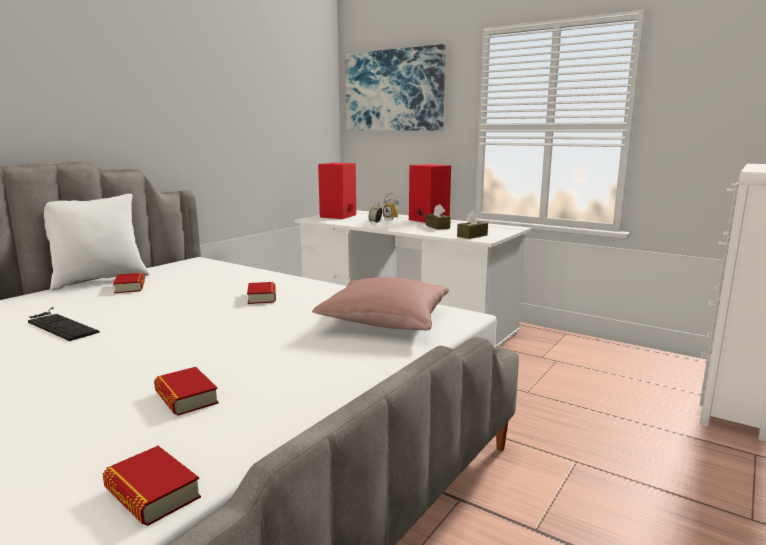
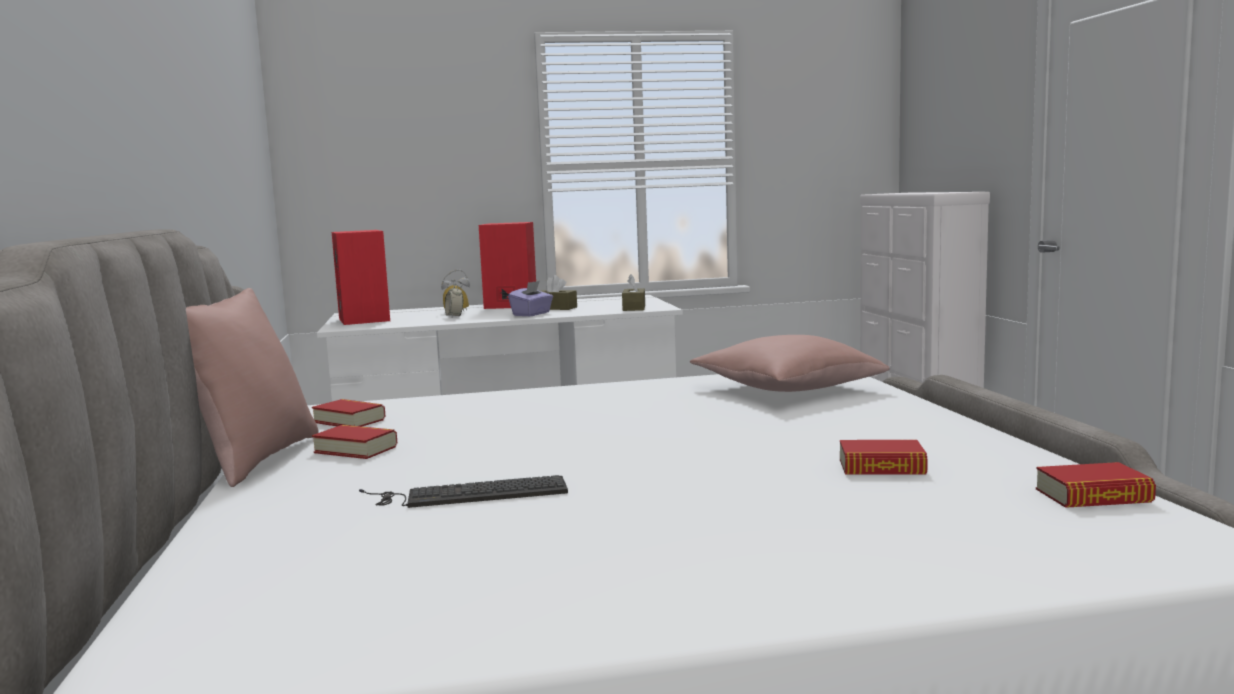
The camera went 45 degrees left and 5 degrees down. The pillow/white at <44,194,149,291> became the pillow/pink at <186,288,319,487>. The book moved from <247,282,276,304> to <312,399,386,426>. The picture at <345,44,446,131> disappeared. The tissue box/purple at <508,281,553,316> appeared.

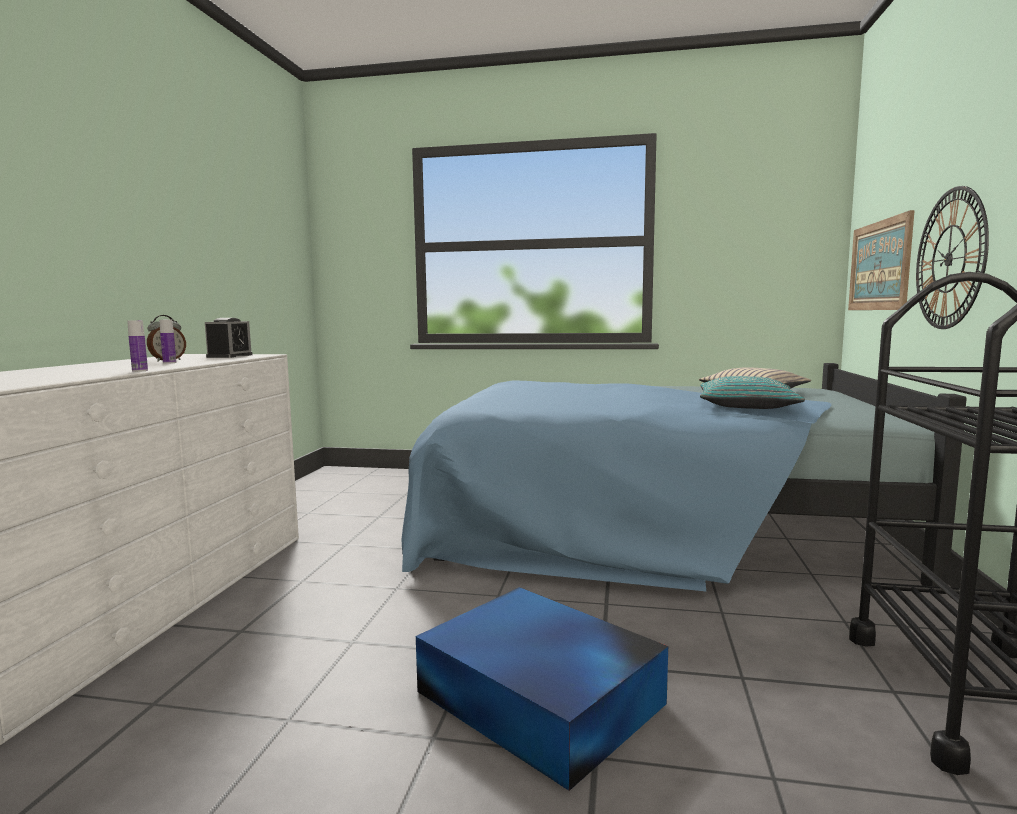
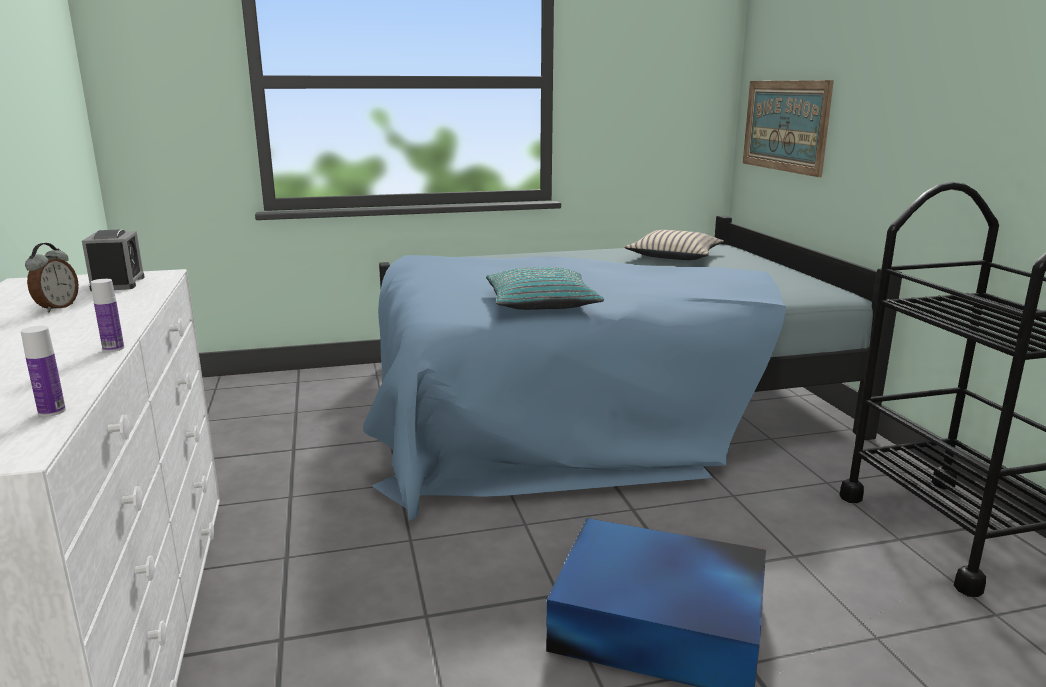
The camera went 25 degrees left and 10 degrees up. The bottle moved from <159,320,176,364> to <21,326,66,417>. The pillow/turquoise moved from <700,376,805,409> to <486,267,604,310>. The wall clock at <916,186,989,329> disappeared.

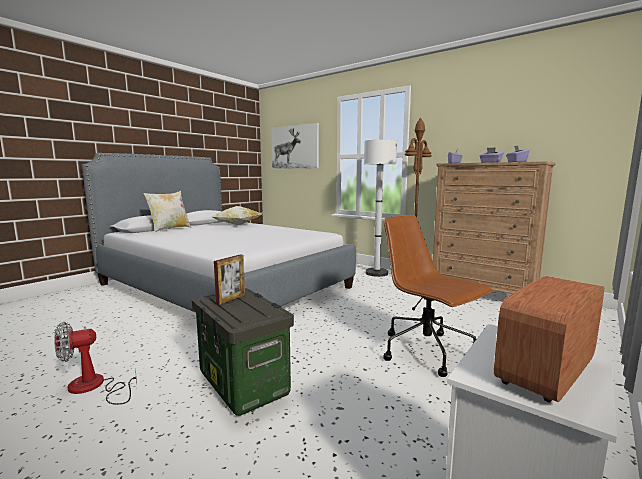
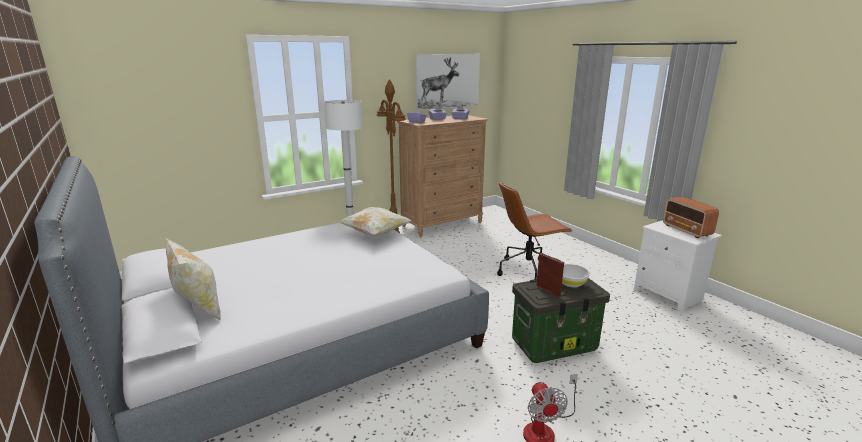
The camera went 70 degrees left and 10 degrees up. The pillow moved from <212,206,262,225> to <339,207,412,236>. The picture moved from <271,123,319,169> to <415,54,480,109>. The bowl/white at <562,264,590,287> appeared.

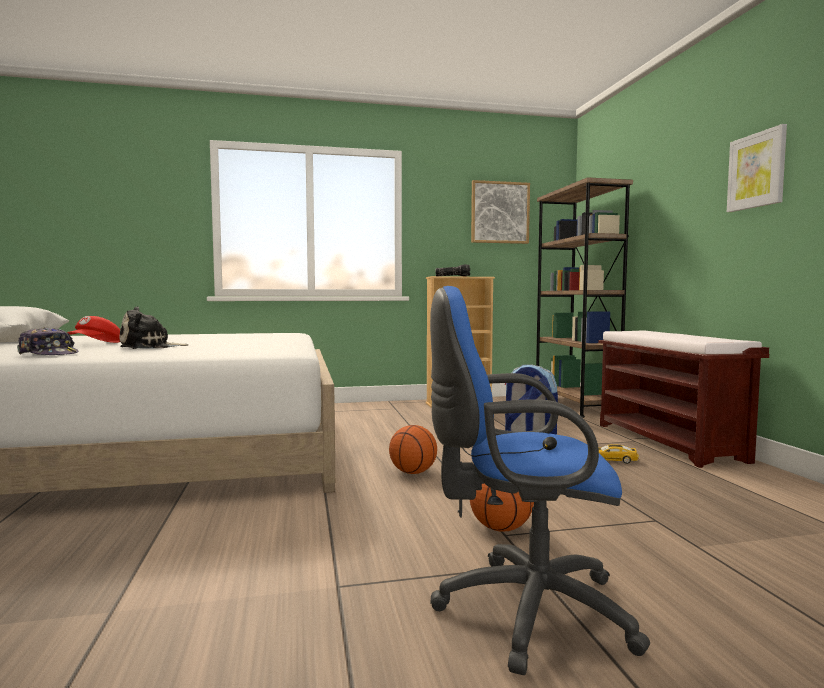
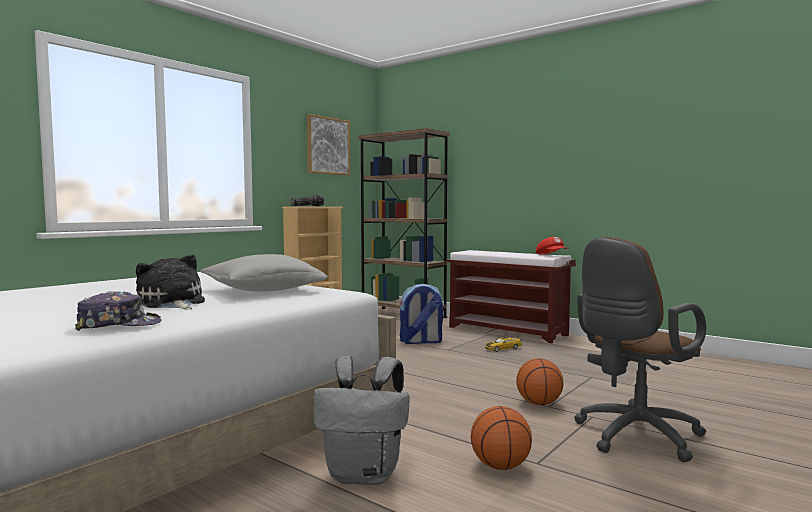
The camera went 40 degrees left and 0 degrees up. The cap/red moved from <67,316,120,343> to <536,237,567,255>. The plush toy at <120,307,188,349> turned 120 degrees clockwise. The basketball moved from <389,425,437,474> to <471,406,532,470>. The office chair/blue at <430,286,650,675> became the office chair/brown at <574,237,706,462>. The picture at <727,124,787,212> disappeared. The pillow/grey at <200,254,328,292> appeared. The backpack/grey at <313,356,410,485> appeared.

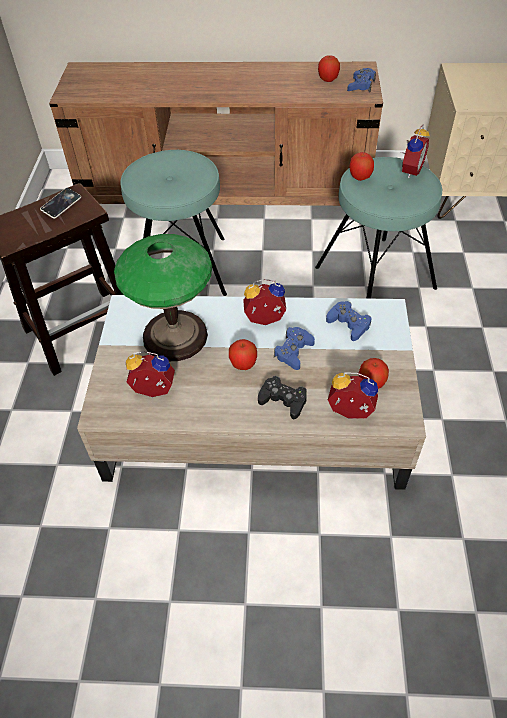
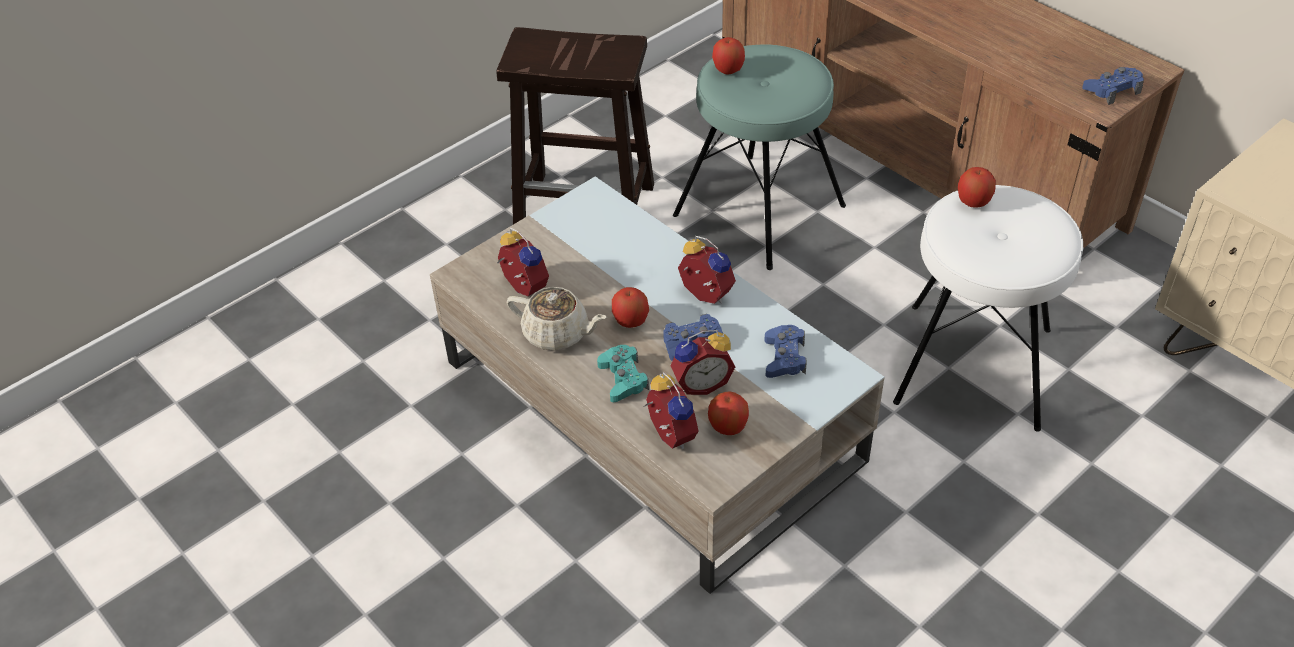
The camera went 45 degrees right and 5 degrees down. The phone at <40,188,81,219> disappeared. The table lamp at <114,234,212,361> disappeared. The game controller/black at <258,376,307,419> became the game controller/turquoise at <597,345,649,402>. The stool/turquoise at <315,157,442,299> became the stool/white at <893,185,1083,432>. The apple moved from <318,55,340,82> to <712,37,745,75>. The alarm clock moved from <400,124,430,178> to <670,330,735,395>. The teapot/beige at <507,287,607,351> appeared.

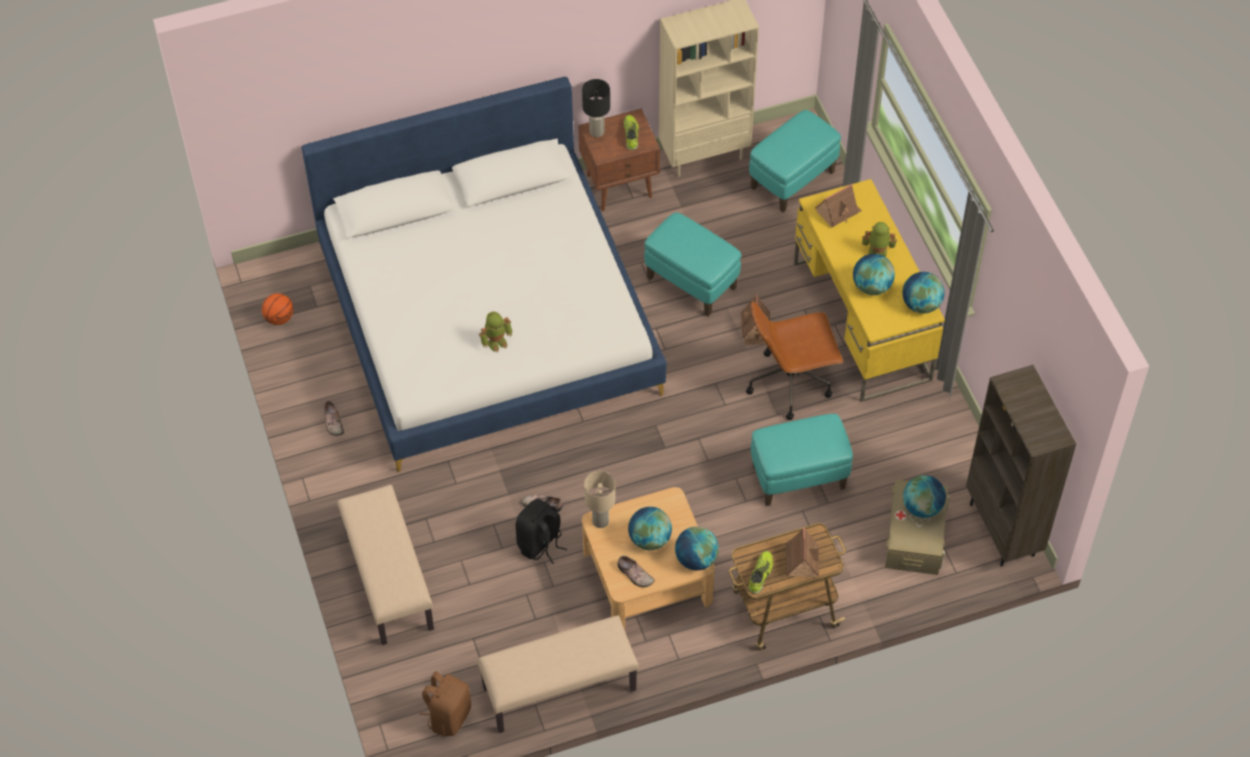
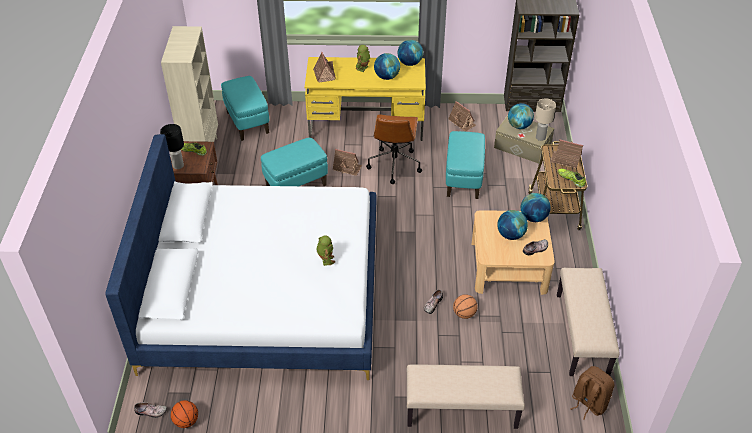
The camera went 70 degrees left and 10 degrees down. The shoe moved from <324,401,344,436> to <134,402,167,418>. The backpack/black at <516,499,567,564> was replaced by the basketball at <453,294,478,319>. The table lamp/beige moved from <584,471,616,528> to <535,98,556,141>. The toy house at <448,101,476,132> appeared.

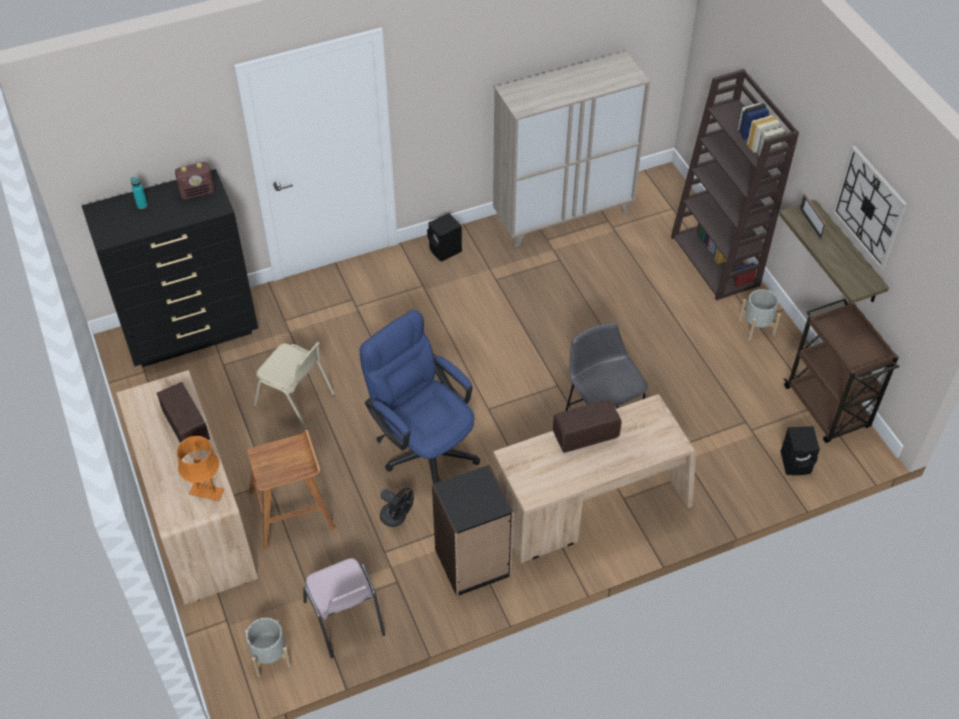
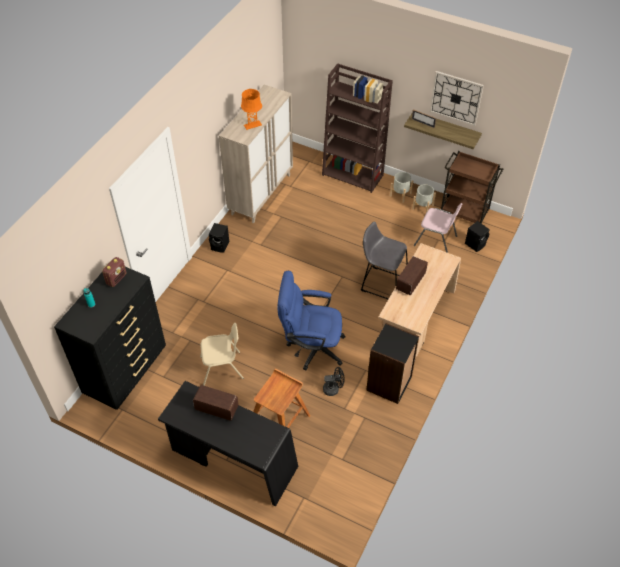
The camera went 40 degrees left and 0 degrees up. The desk/beige at <116,370,258,605> became the desk/black at <158,381,298,507>. The table lamp/orange moved from <177,436,224,501> to <241,89,262,130>. The planter/grey moved from <245,618,291,677> to <412,184,436,213>. The chair/pink moved from <303,558,385,658> to <414,203,463,253>.

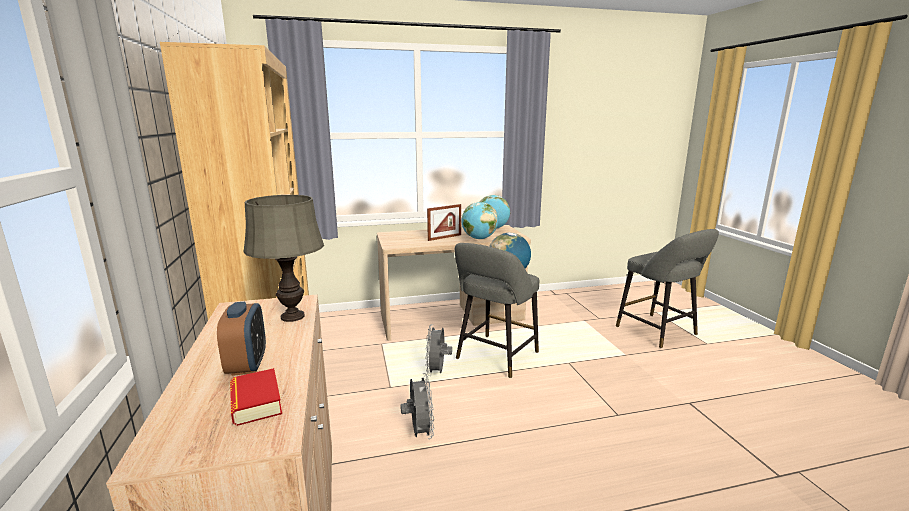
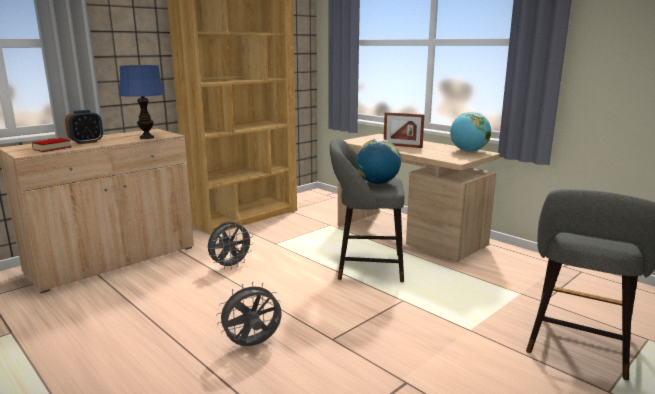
The camera went 60 degrees right and 0 degrees up. The table lamp/grey at <243,195,324,322> became the table lamp/blue at <119,65,165,139>. The fan/grey moved from <425,324,452,376> to <216,282,281,346>. The globe at <461,202,498,239> disappeared.

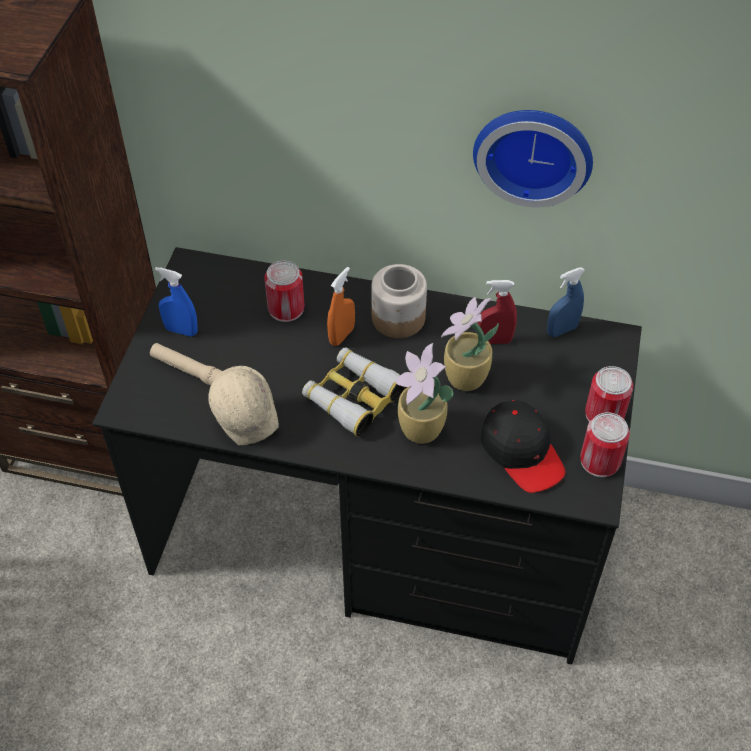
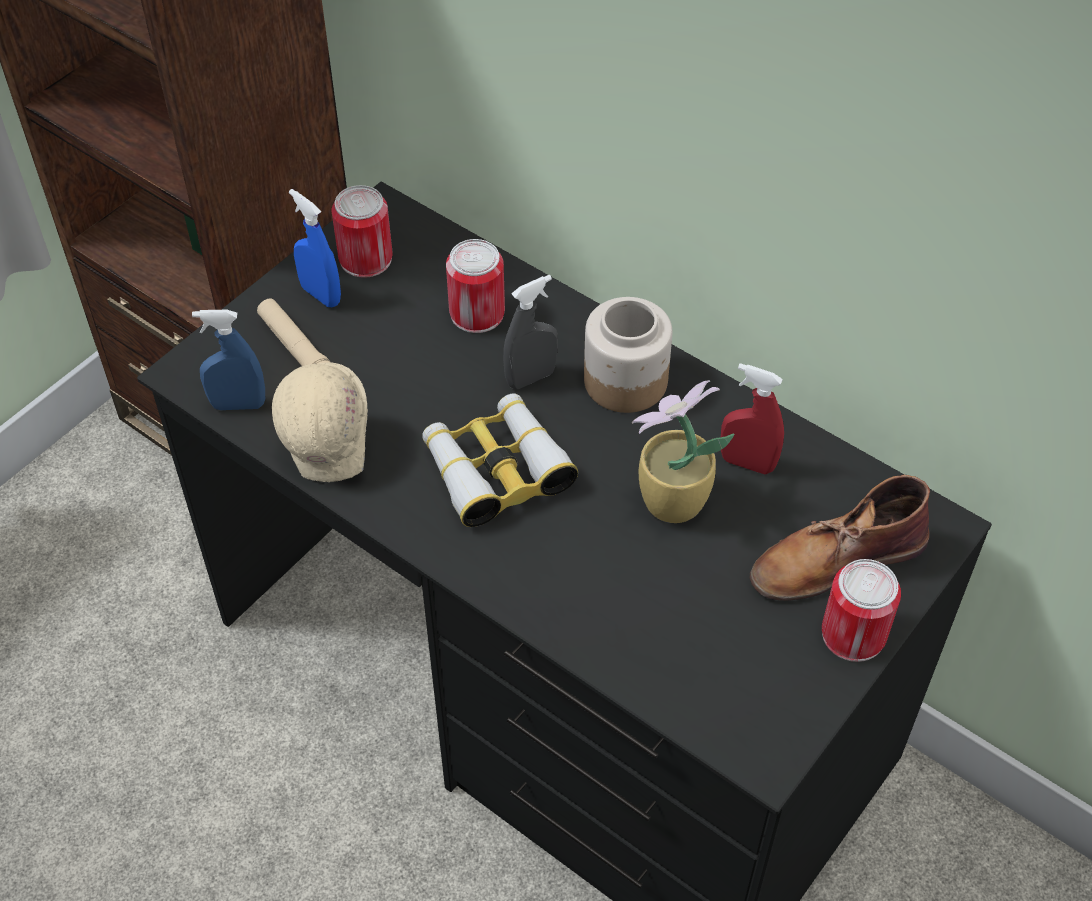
The camera went 25 degrees right and 0 degrees up. The spray bottle/orange at <327,267,355,346> became the spray bottle/grey at <503,275,558,389>. The potted plant at <395,343,453,444> disappeared. The wall clock at <473,110,593,207> disappeared. The cap/black at <481,400,566,493> disappeared. The spray bottle/blue moved from <547,267,585,337> to <192,310,265,410>. The can moved from <580,412,630,477> to <332,185,393,278>. The boot/brown at <750,475,930,601> appeared.

